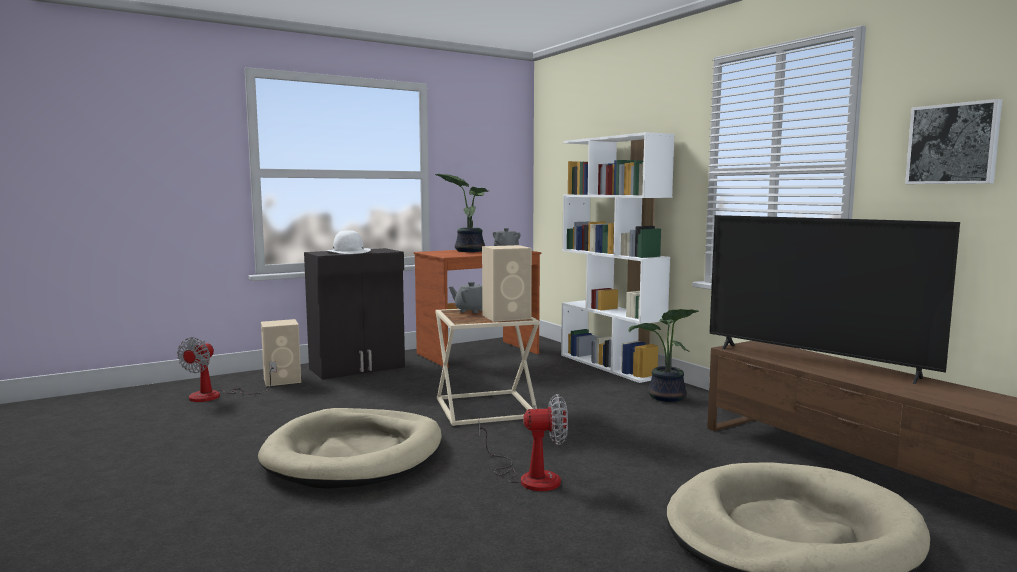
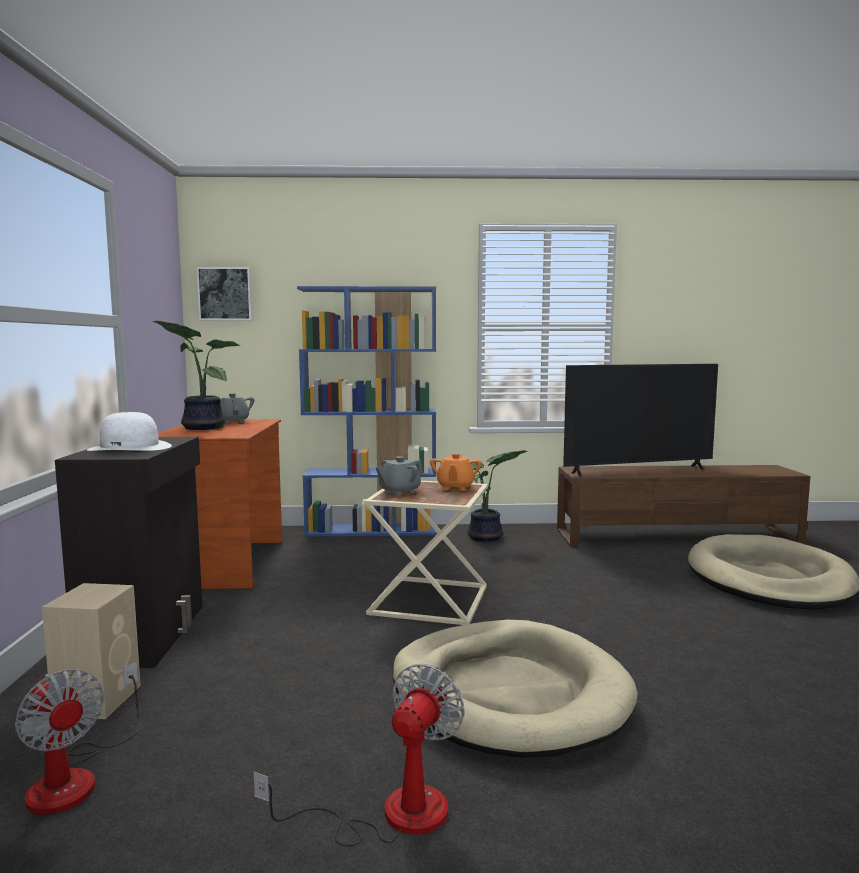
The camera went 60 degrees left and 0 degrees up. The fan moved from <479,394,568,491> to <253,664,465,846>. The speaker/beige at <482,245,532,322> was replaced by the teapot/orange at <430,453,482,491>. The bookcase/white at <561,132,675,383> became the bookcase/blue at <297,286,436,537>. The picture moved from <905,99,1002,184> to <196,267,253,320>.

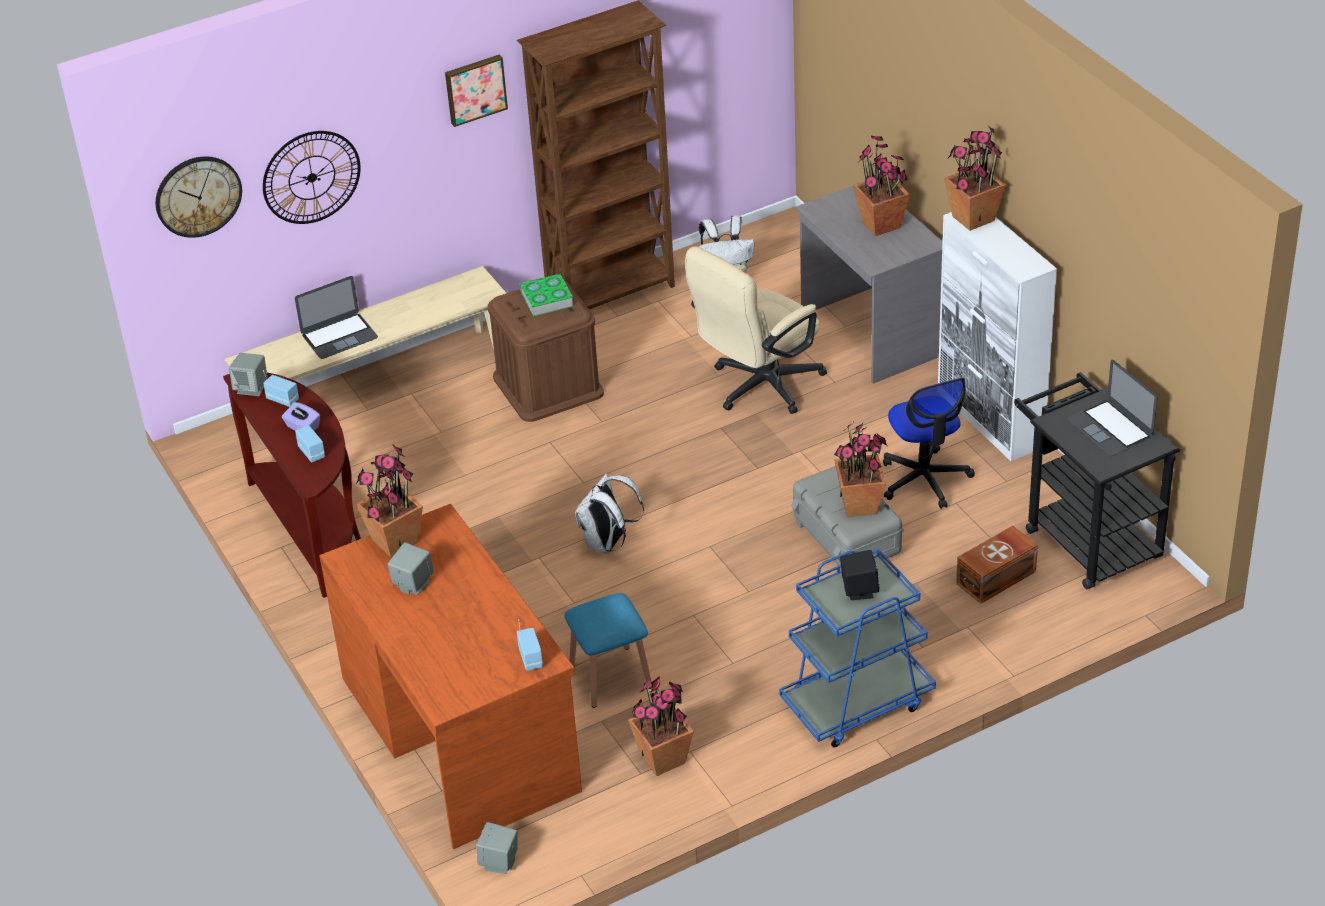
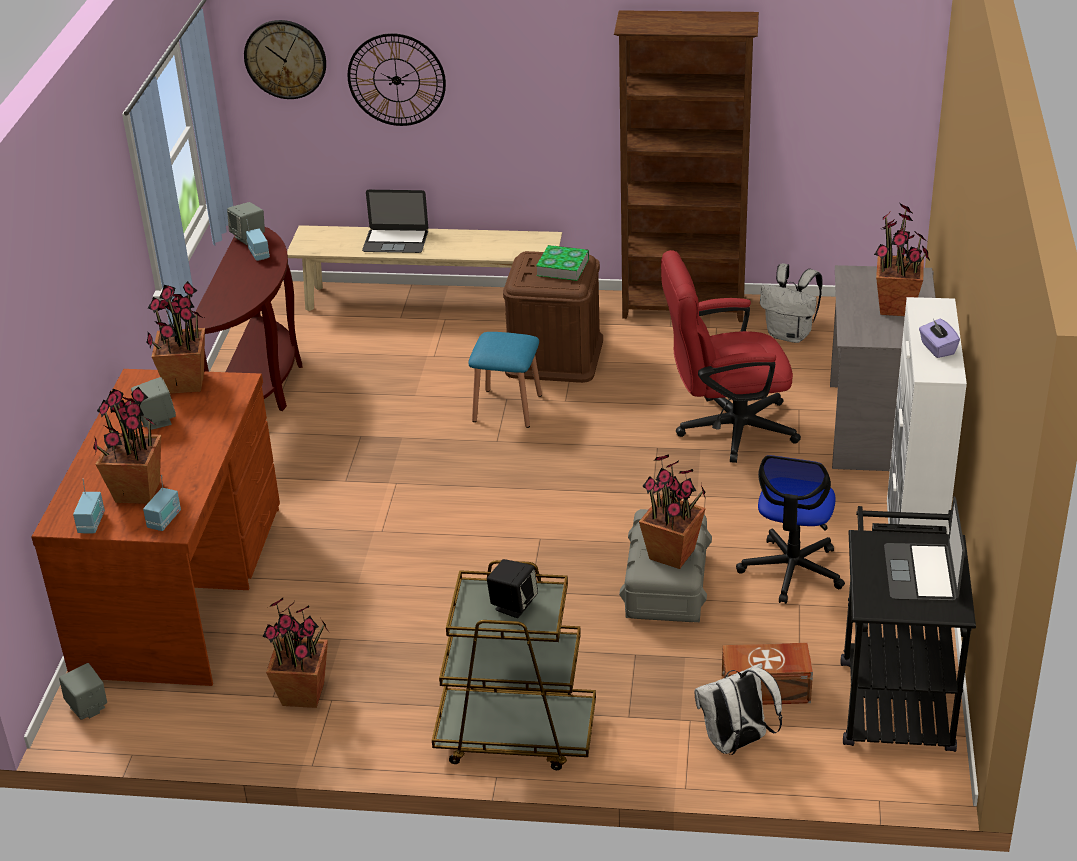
The camera went 35 degrees right and 5 degrees down. The tissue box/purple moved from <282,402,320,431> to <919,319,960,358>. The radio moved from <295,419,325,463> to <73,479,105,534>. The picture at <445,55,508,127> disappeared. The stool/blue moved from <565,593,652,708> to <468,332,542,428>. The backpack/white moved from <575,474,644,554> to <694,663,782,755>. The office chair/beige at <685,246,827,414> became the office chair/red at <661,250,801,463>. The cart/blue at <779,549,936,748> became the cart/brown at <432,560,596,770>. The potted plant moved from <944,124,1006,231> to <93,386,161,504>.

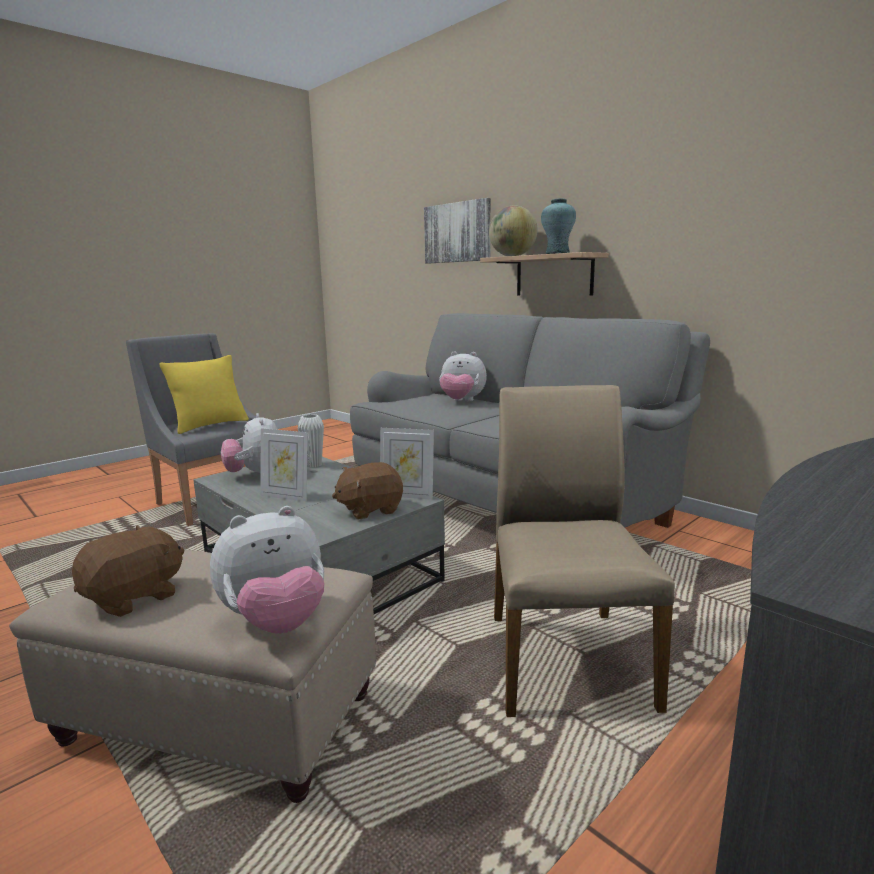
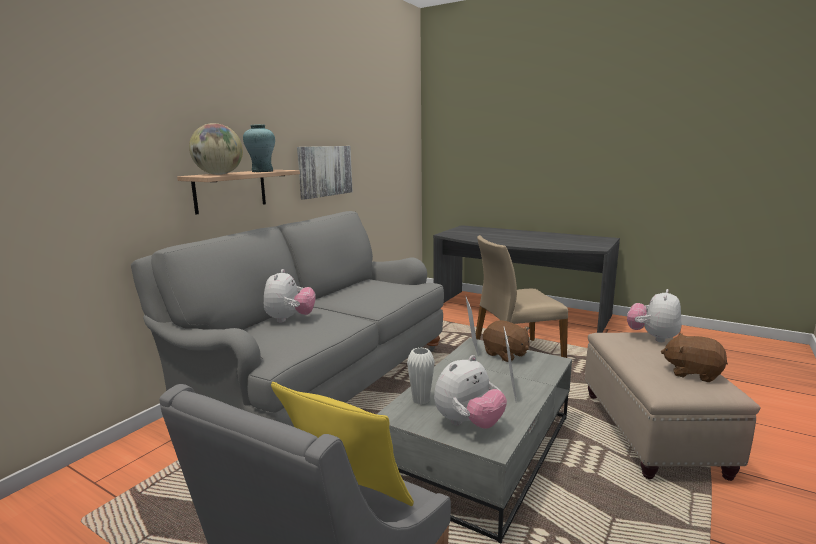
The camera went 105 degrees left and 0 degrees up. The plush toy at <210,506,324,634> turned 105 degrees counterclockwise. The picture moved from <424,198,491,263> to <297,146,352,200>.

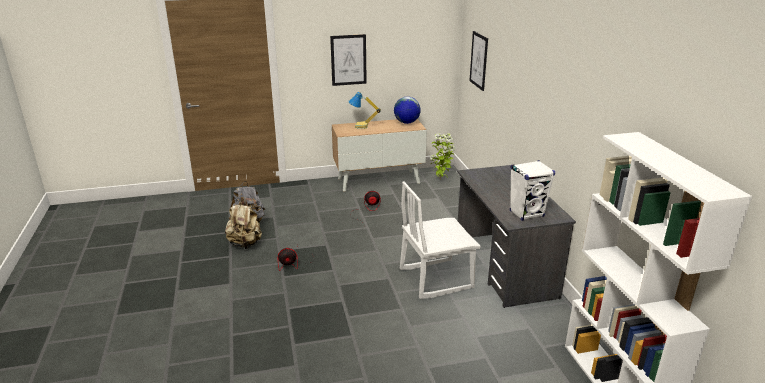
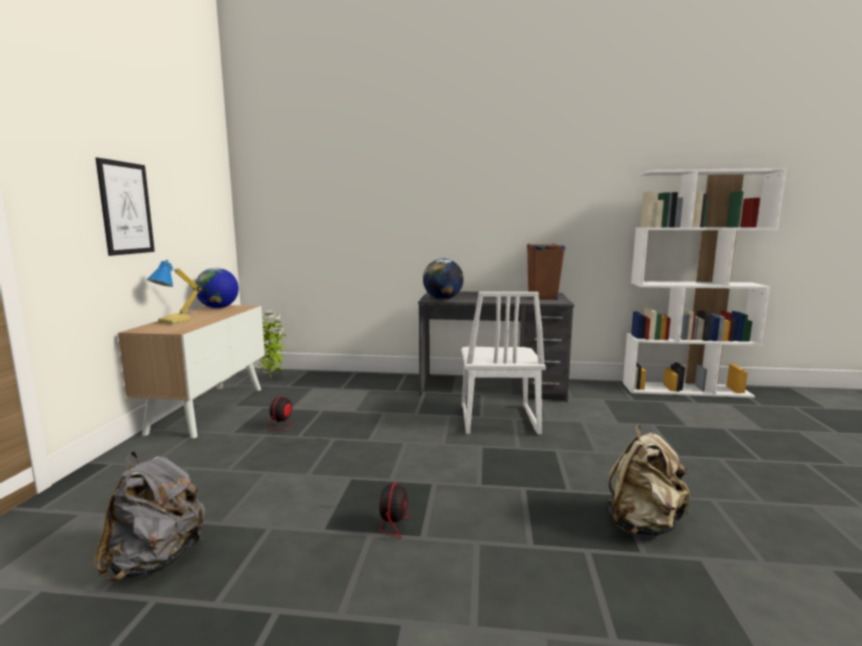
The camera went 70 degrees left and 15 degrees down. The backpack/beige moved from <225,199,262,249> to <608,424,690,536>. The picture at <470,31,488,91> disappeared. The speaker/white at <510,160,555,221> became the speaker/brown at <527,244,565,300>. The globe at <423,259,464,300> appeared.

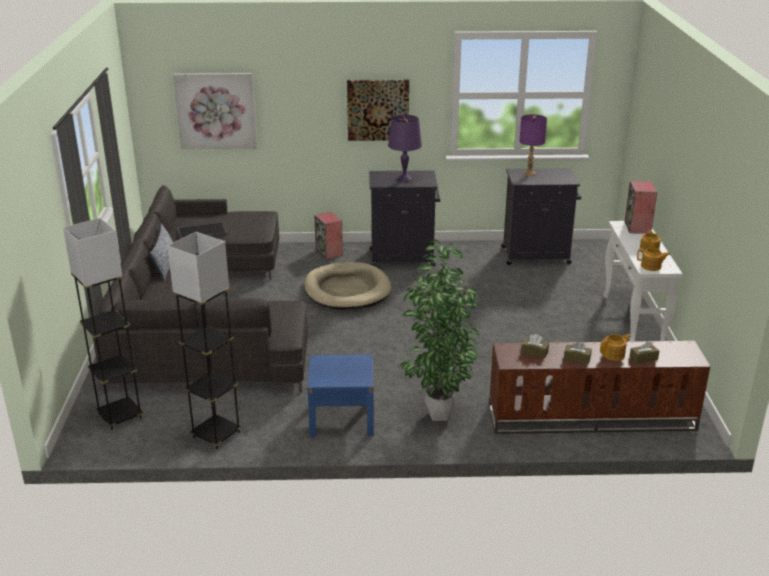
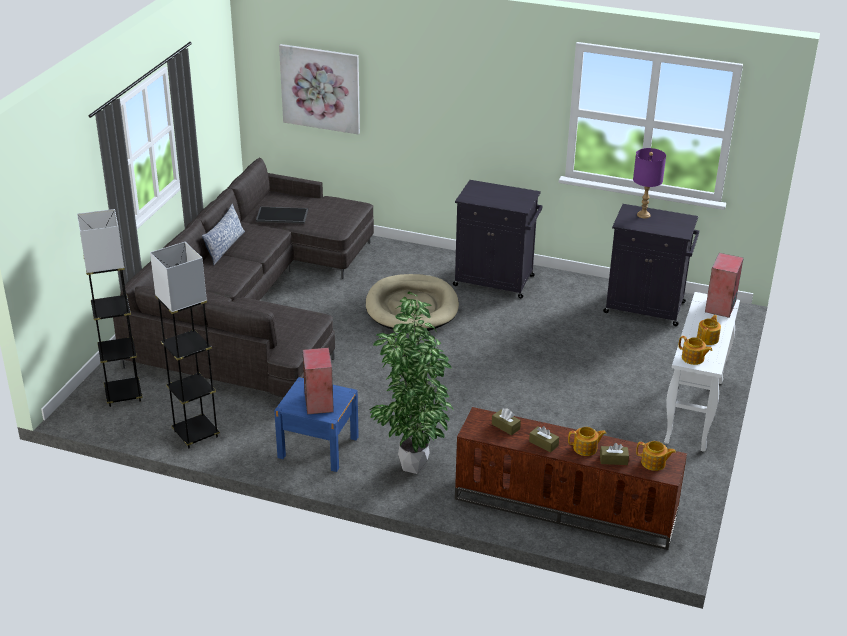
The camera went 20 degrees right and 5 degrees up. The speaker moved from <314,212,343,260> to <302,348,334,414>. The picture at <347,79,409,141> disappeared. The table lamp/purple at <388,115,422,183> disappeared. The teapot at <636,441,676,471> appeared.

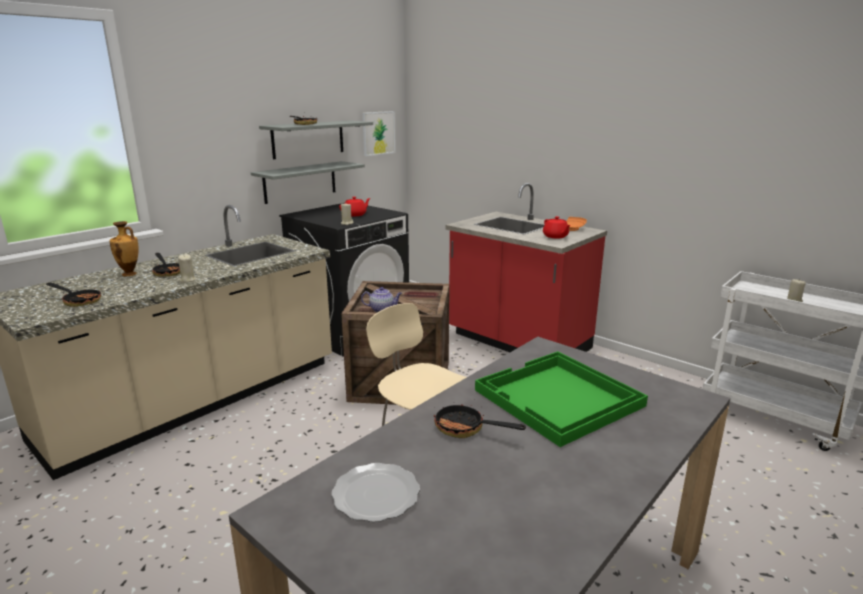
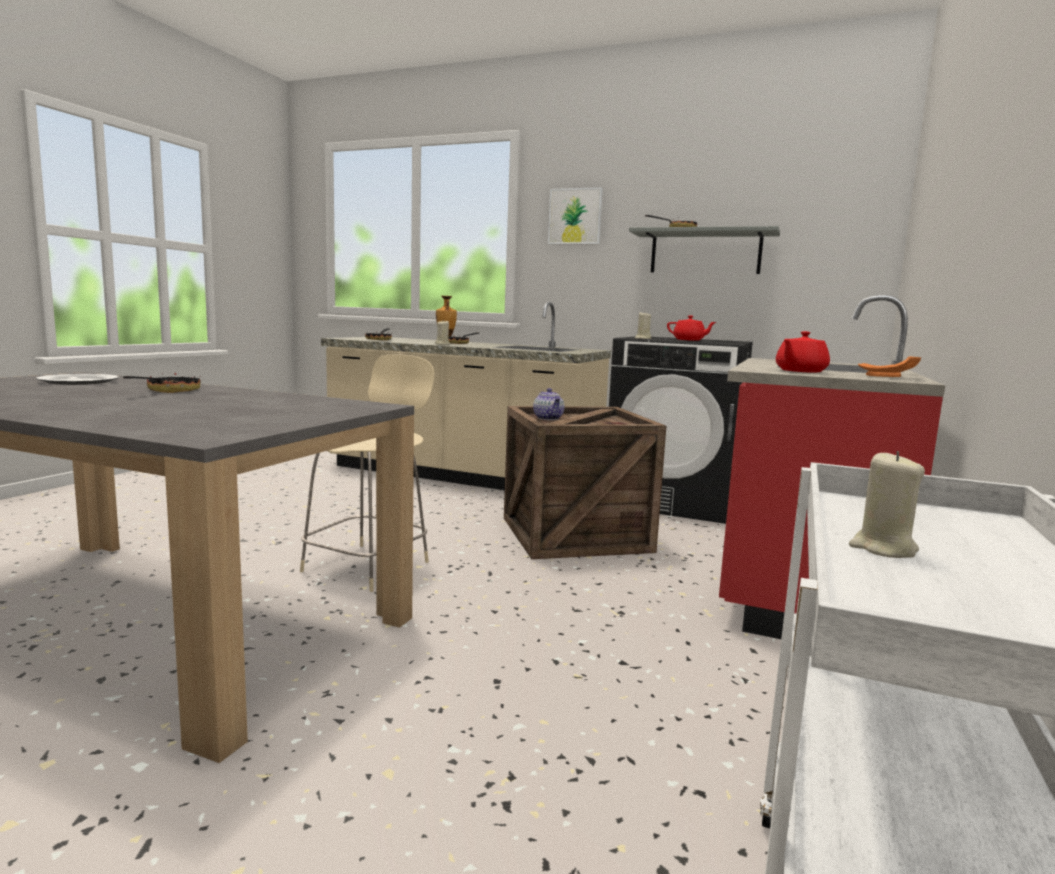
The camera went 70 degrees right and 10 degrees down. The shelf/grey at <251,161,365,204> disappeared. The picture moved from <362,111,395,156> to <548,187,603,244>. The tray/green at <475,351,648,447> disappeared.

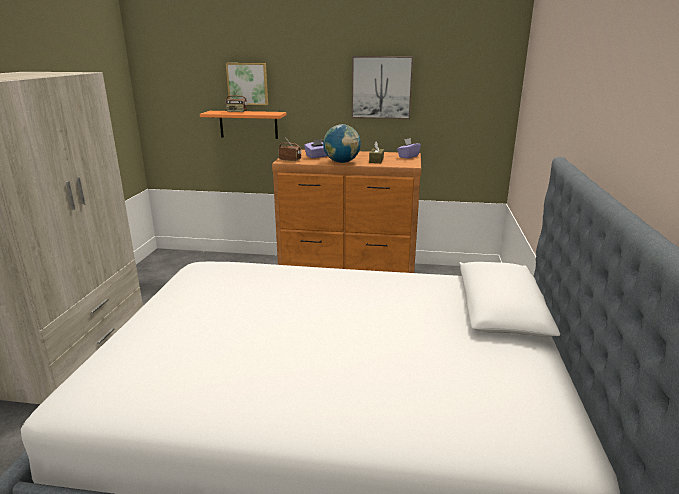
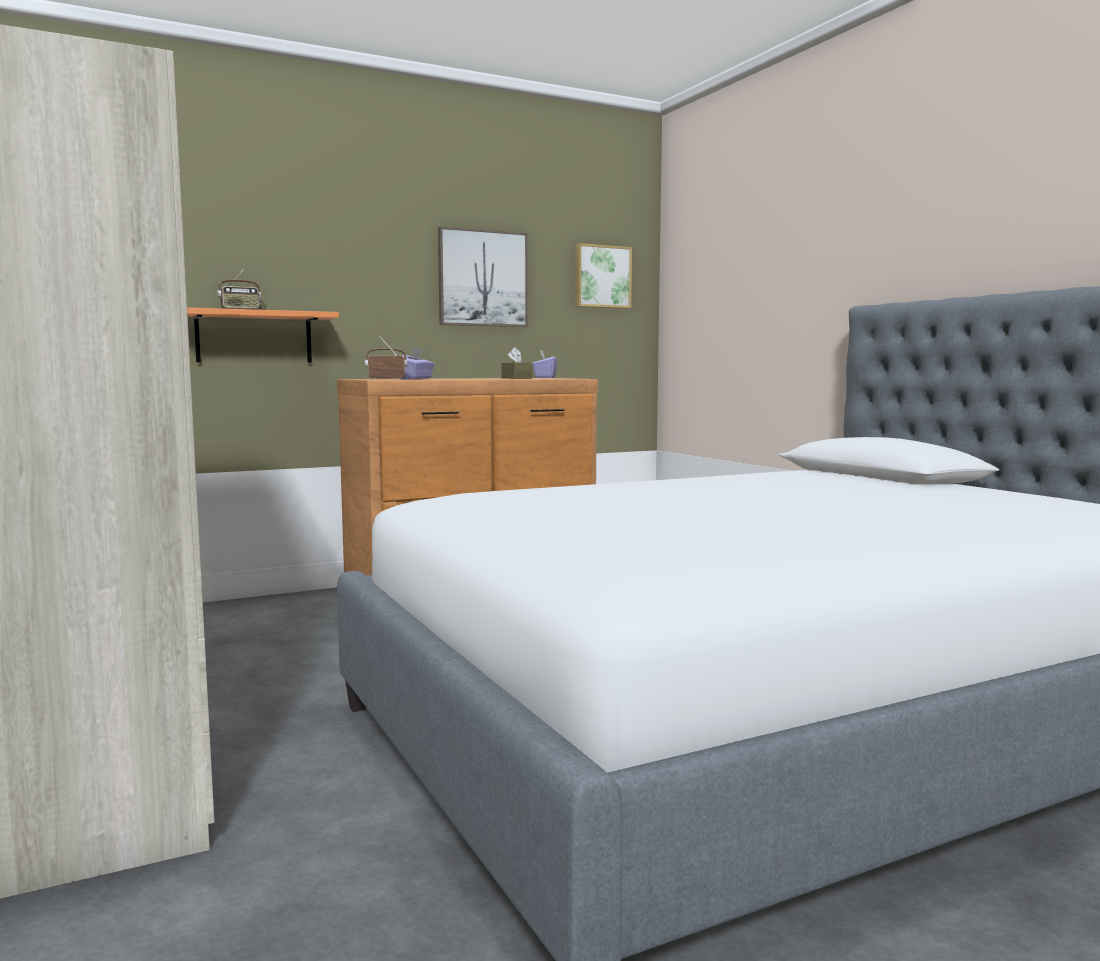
The camera went 35 degrees left and 15 degrees down. The picture moved from <226,63,268,105> to <576,243,632,308>. The globe at <323,124,361,163> disappeared.

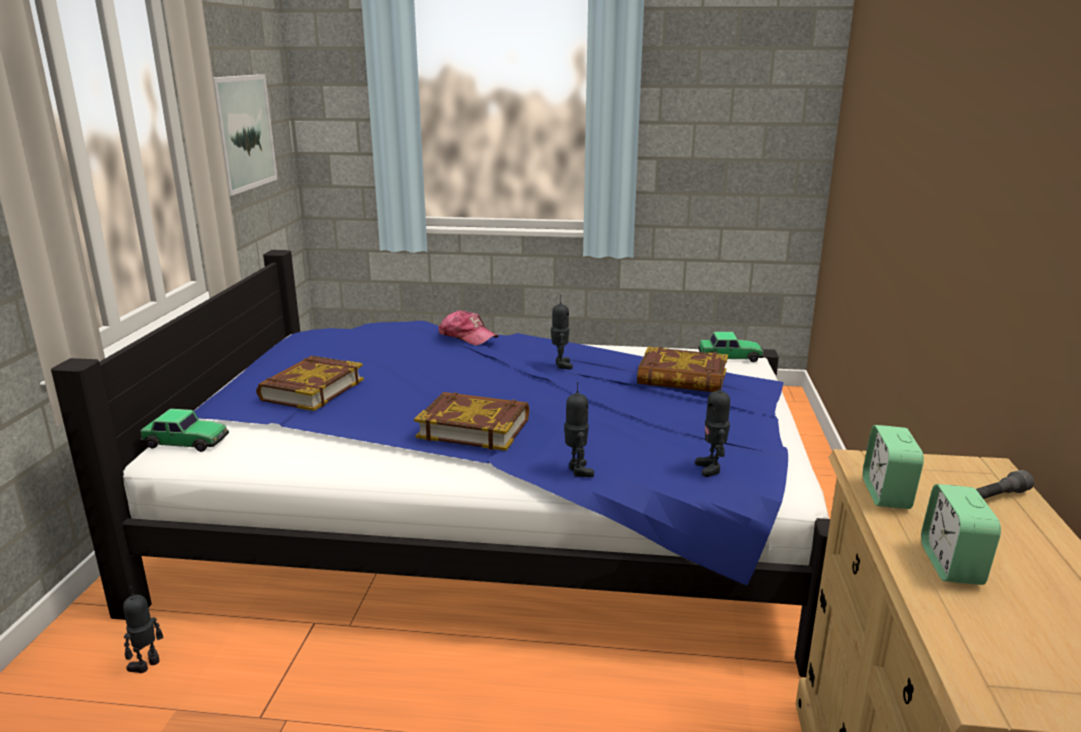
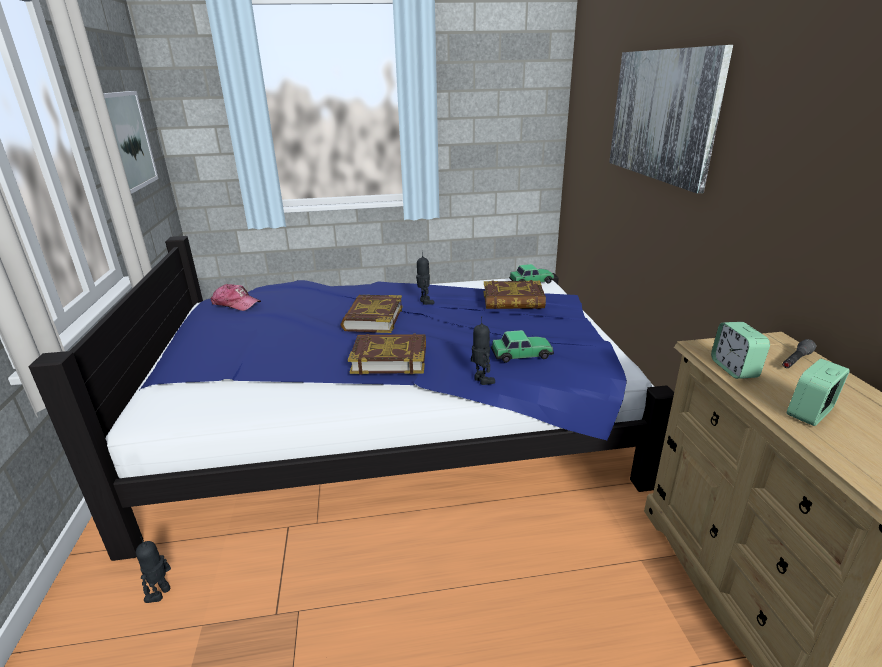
The camera went 15 degrees left and 5 degrees up. The toy car moved from <140,409,229,452> to <491,330,554,363>. The book moved from <256,356,364,411> to <341,295,402,333>. The cap moved from <438,310,498,346> to <211,284,261,311>. The toy robot at <695,379,730,477> disappeared. The alarm clock at <921,484,1001,585> turned 60 degrees clockwise. The picture at <609,45,733,193> appeared.

